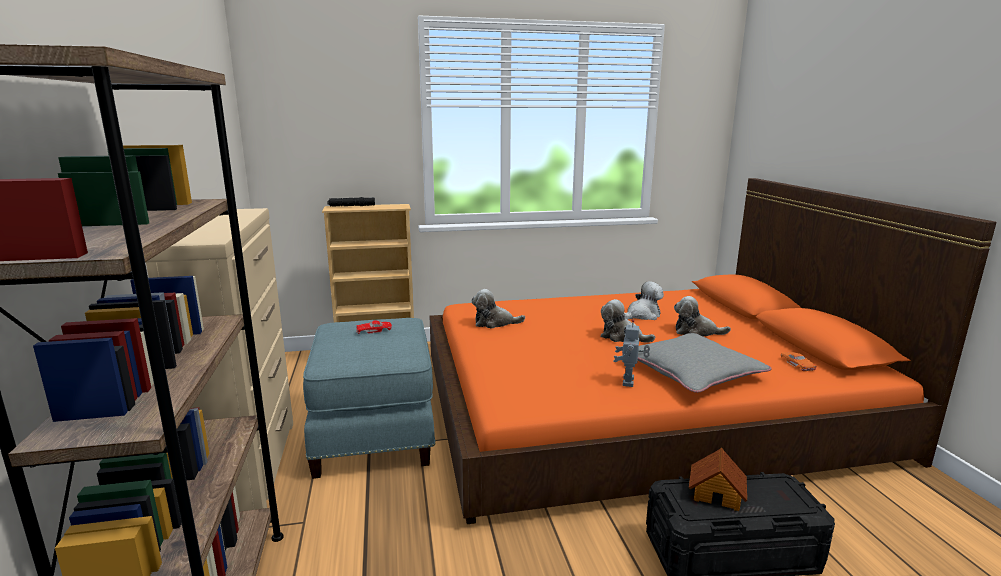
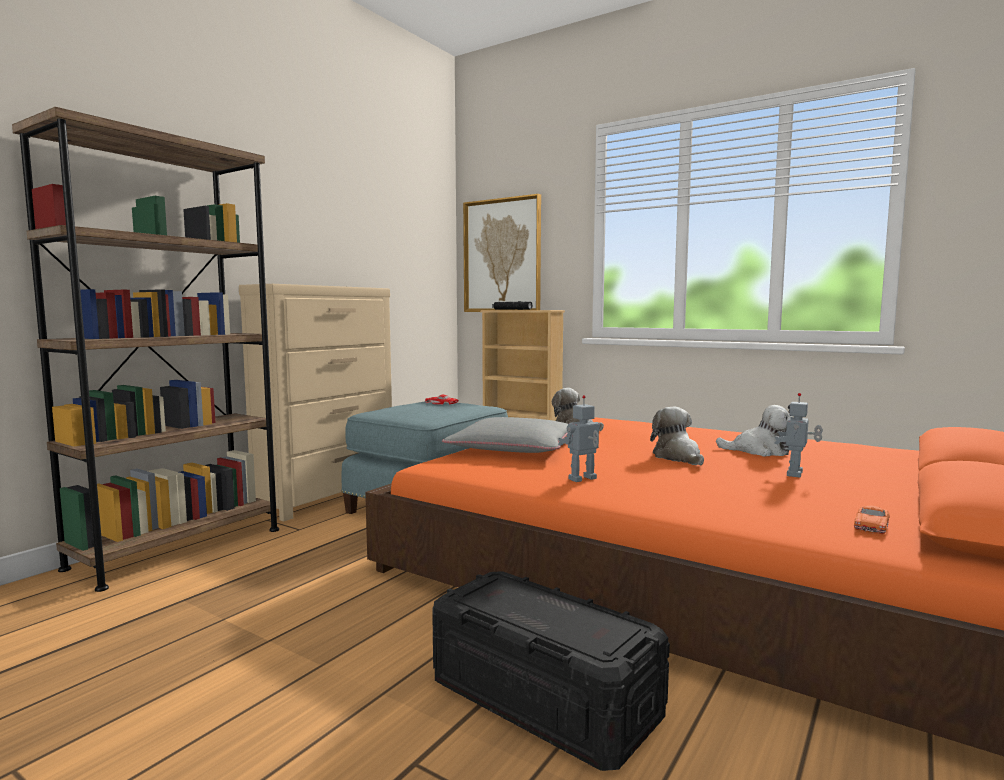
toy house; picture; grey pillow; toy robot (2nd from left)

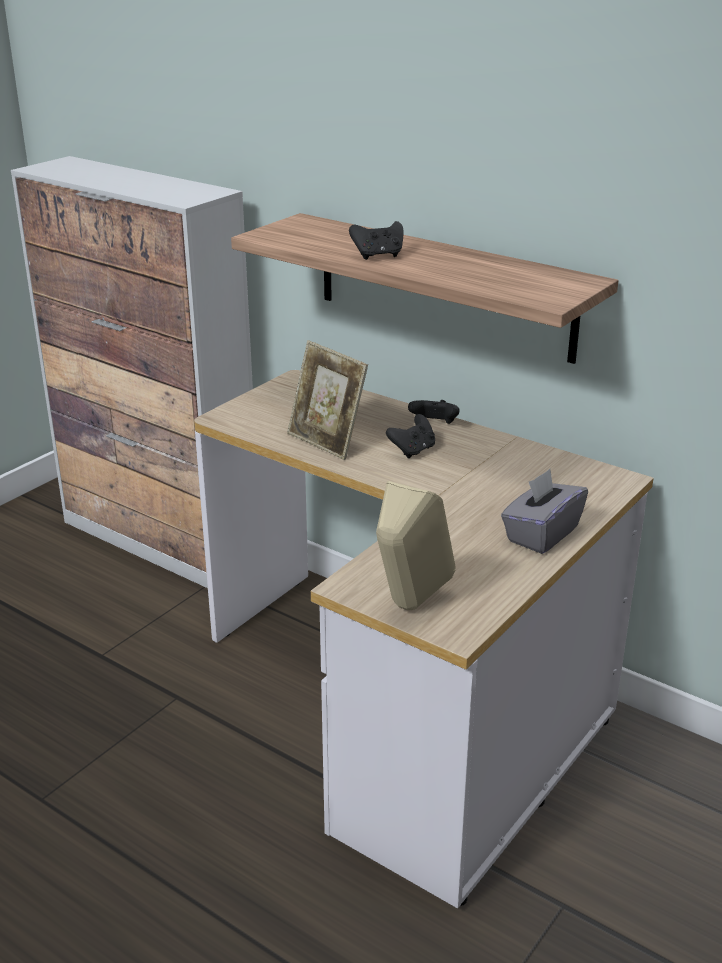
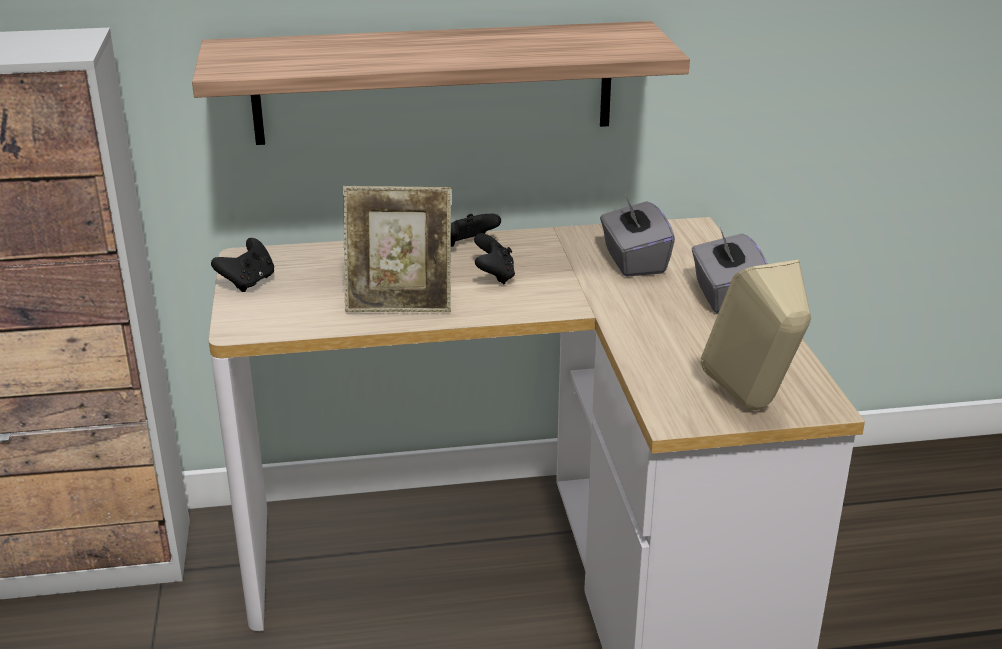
grey tissue box (1st from left); black game controller (1st from left)

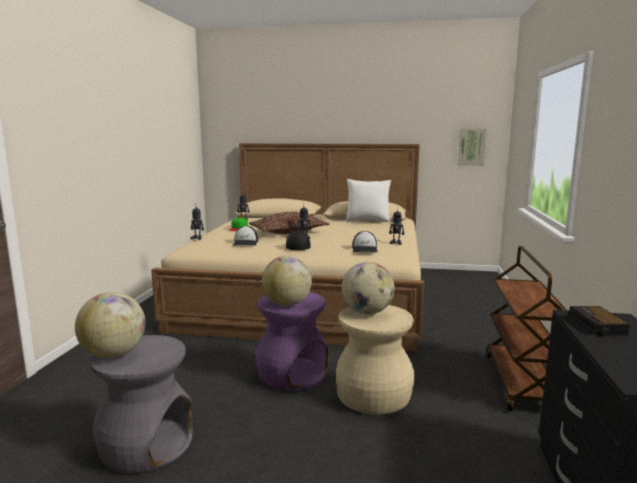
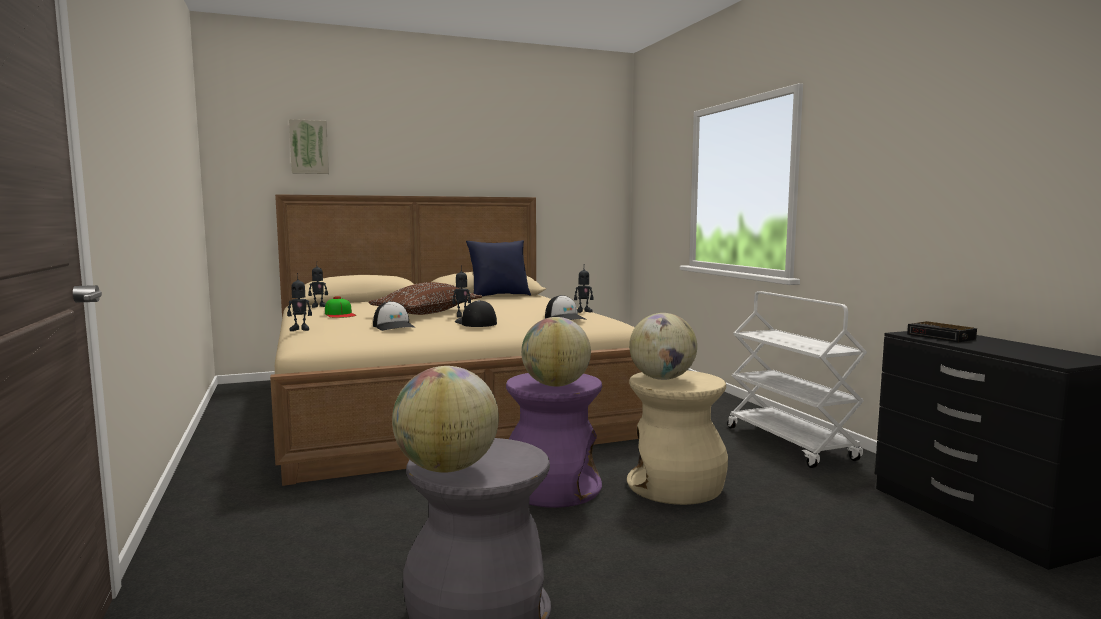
picture; blue pillow; white cart

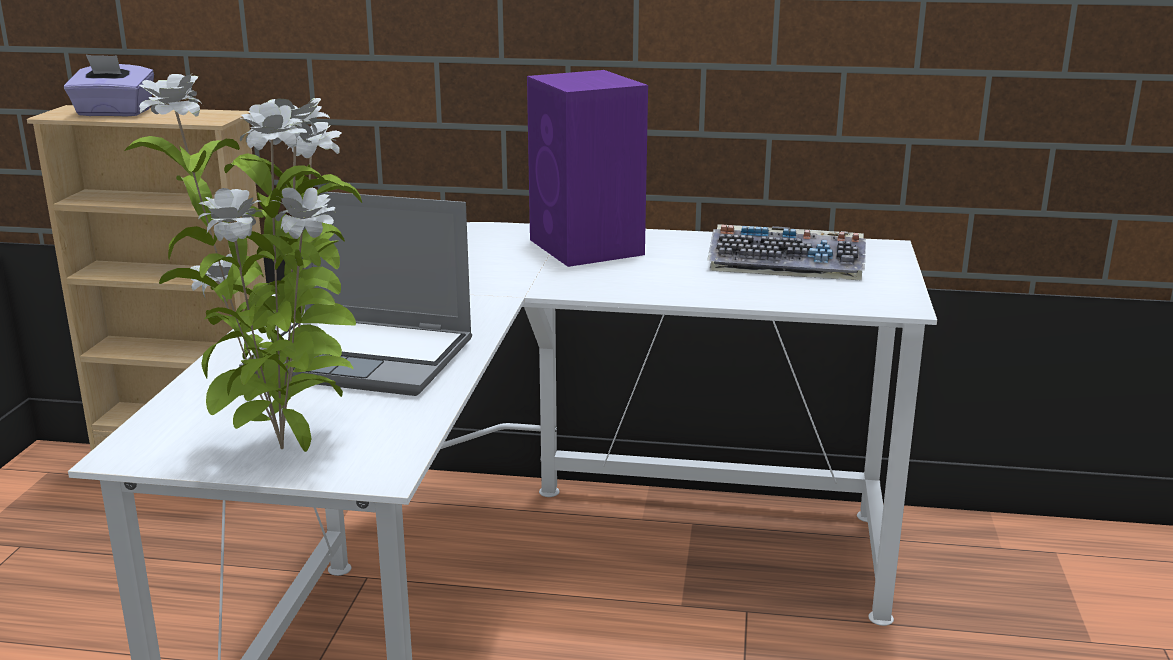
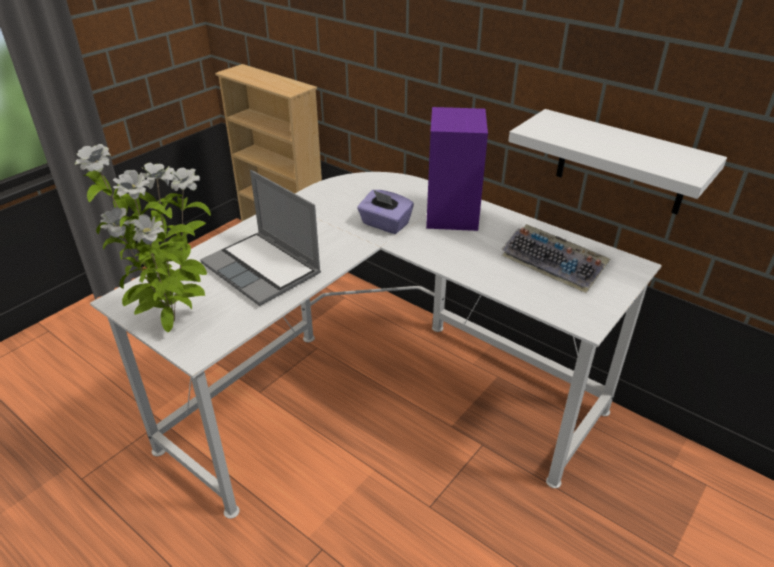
white shelf; purple tissue box

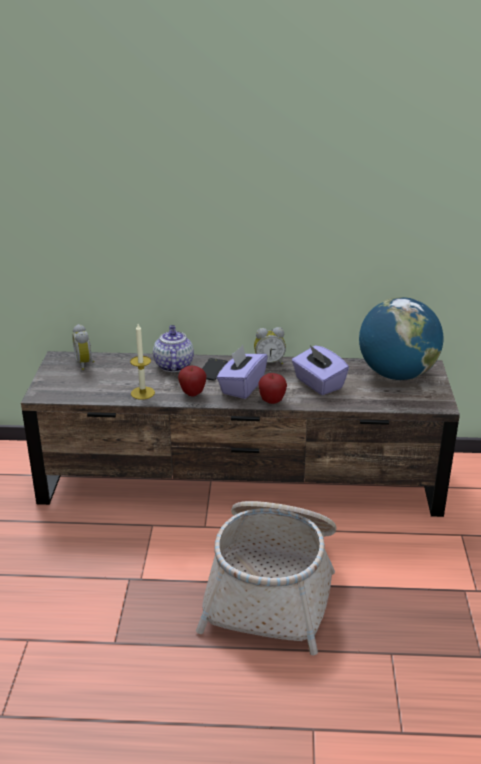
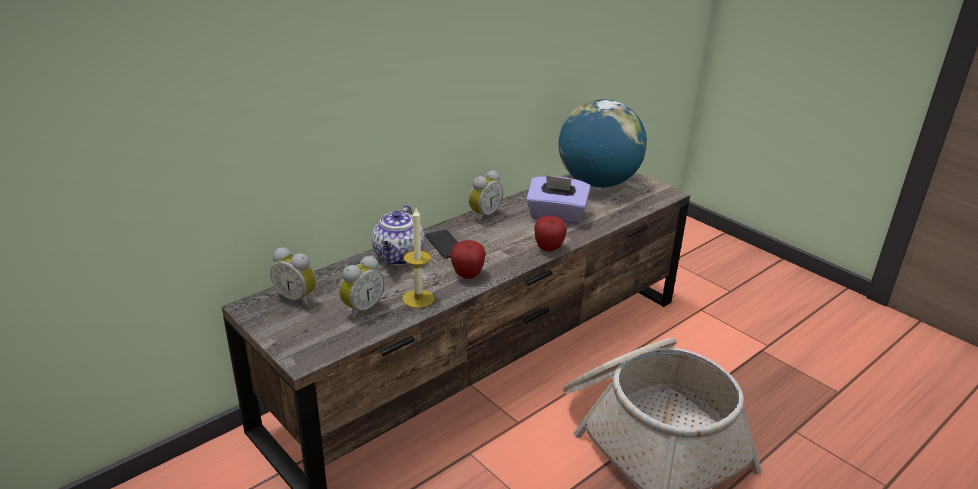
purple tissue box (1st from left in the first image); alarm clock (2nd from left); teapot

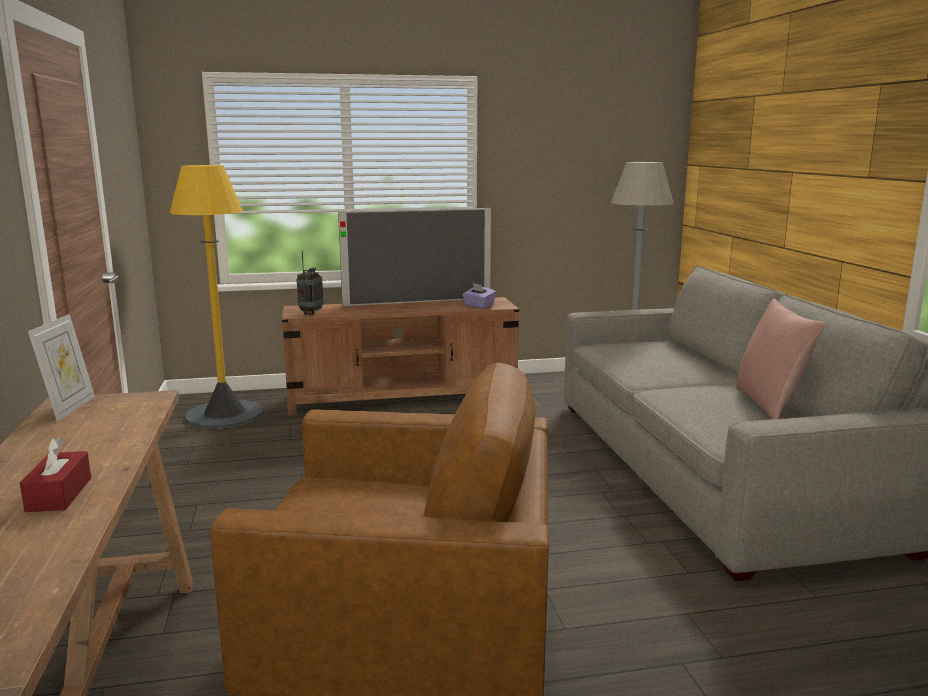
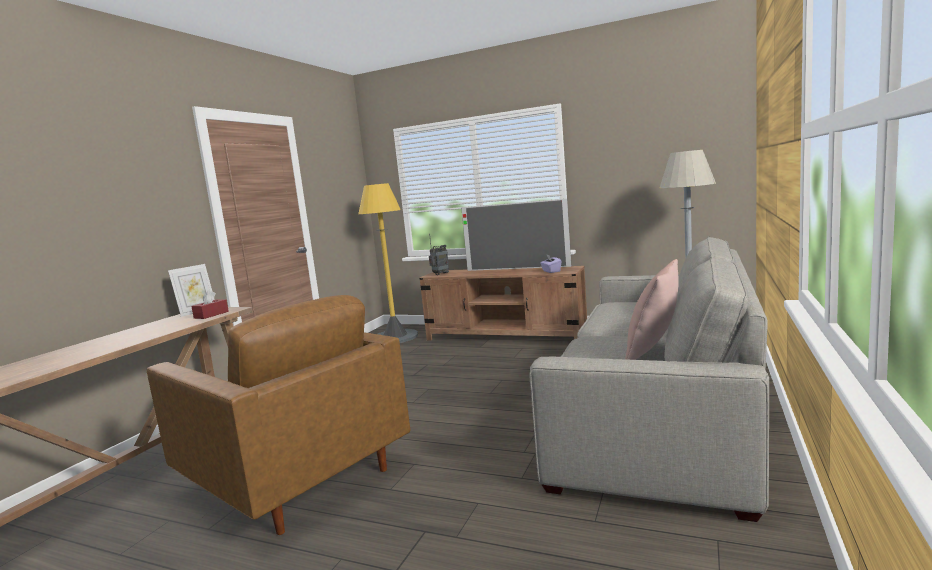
red tissue box

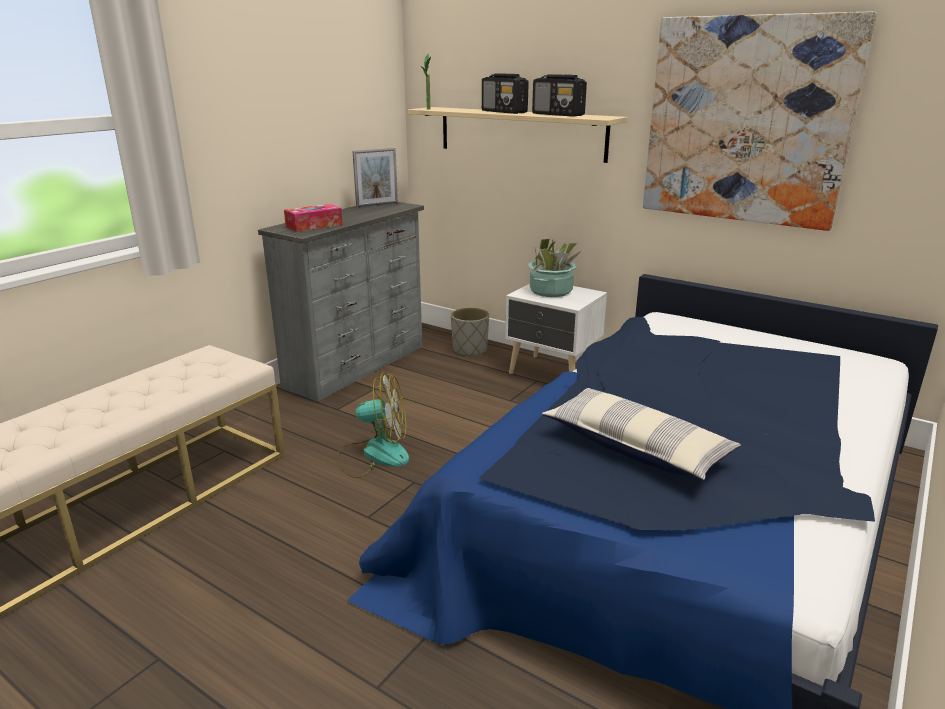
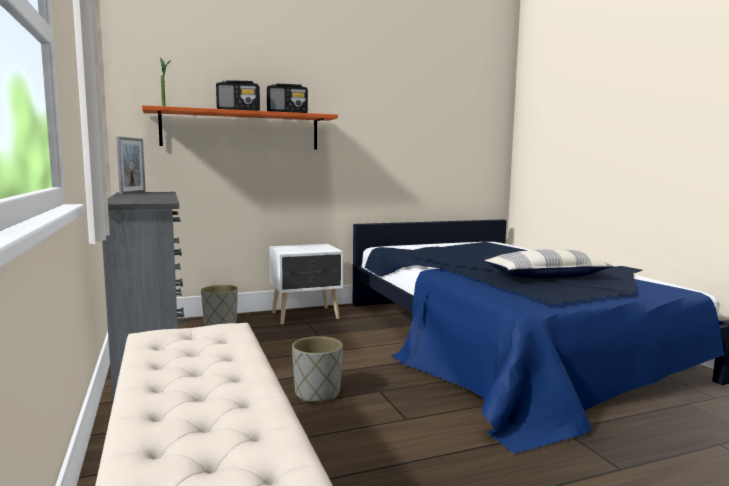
tissue box; potted plant (2nd from left in the first image); picture; grey planter (2nd from left); orange shelf

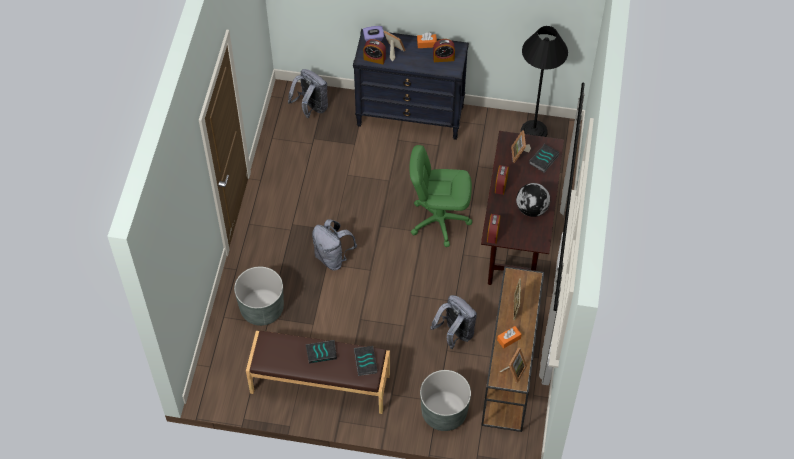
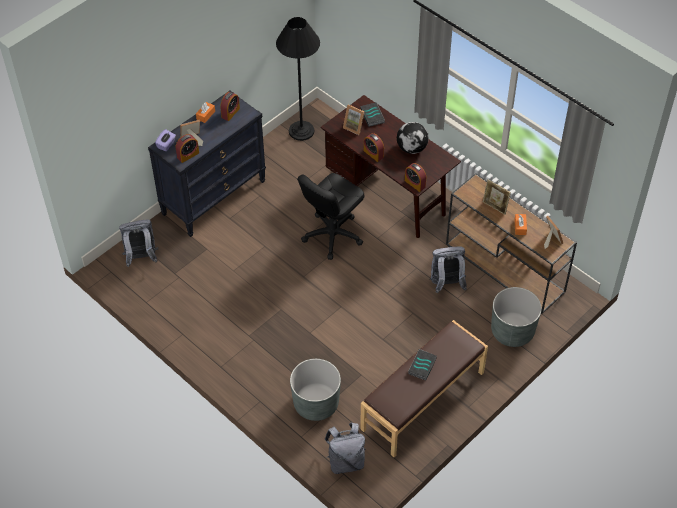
book (2nd from left in the first image); grey backpack (2nd from left); black office chair

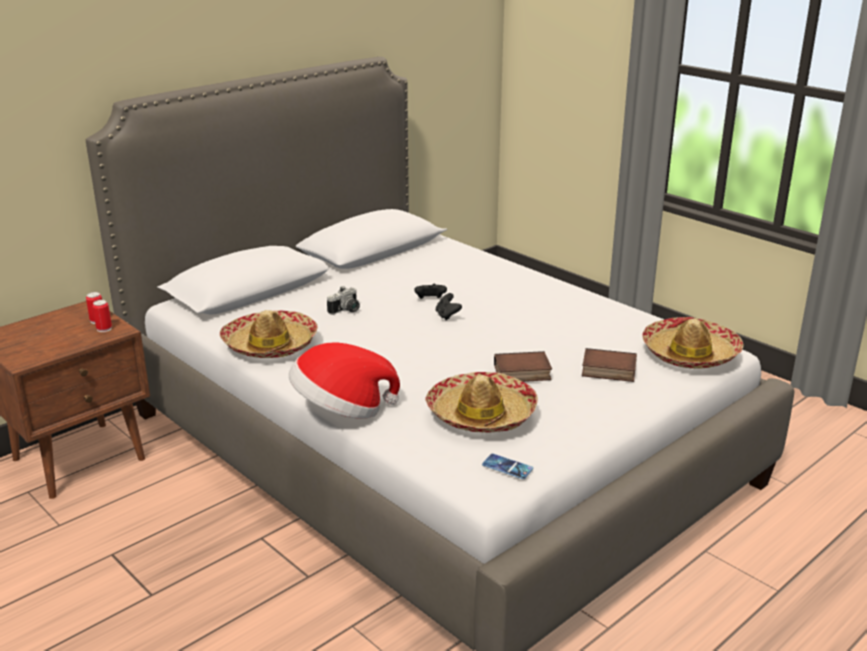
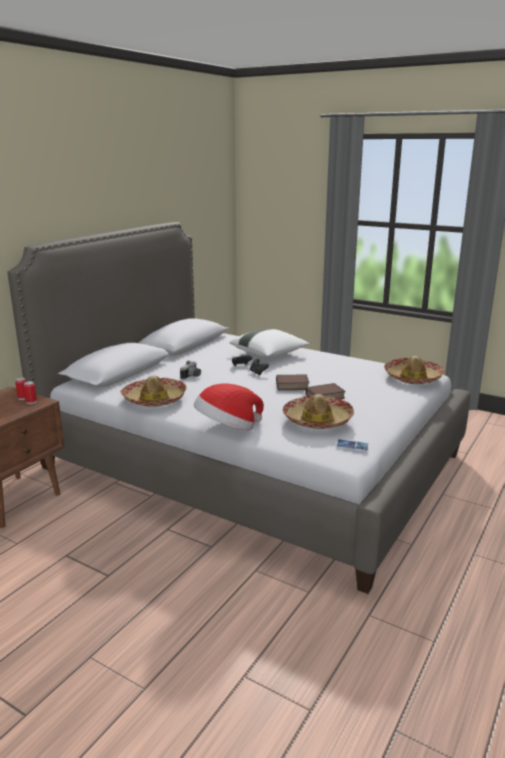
white pillow; book (1st from left)

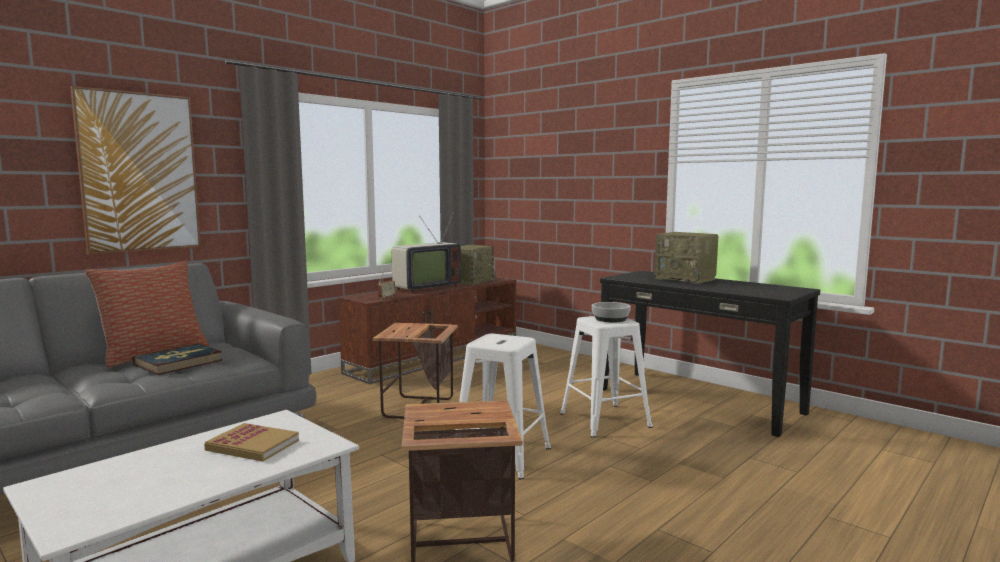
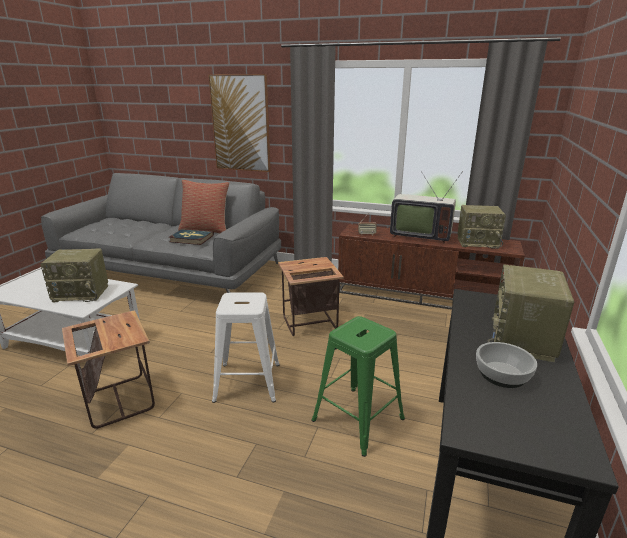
bowl; radio (1st from left); green stool

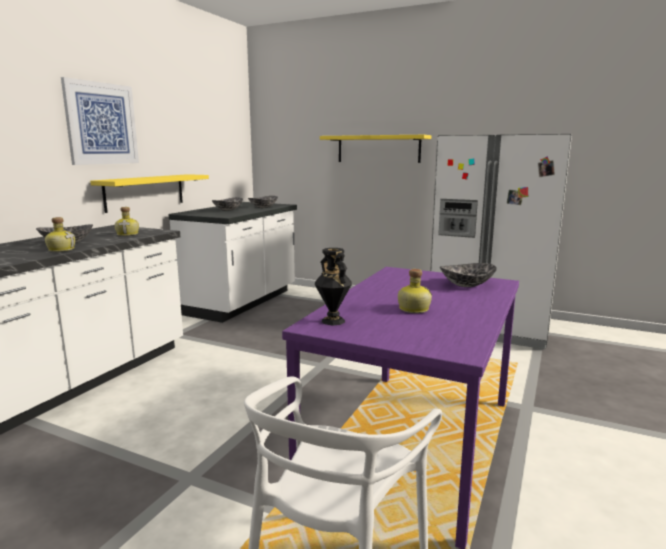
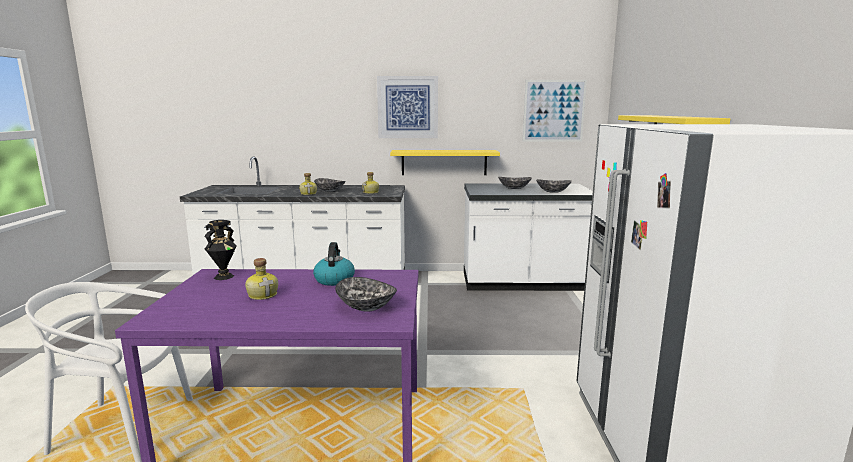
kettle; picture (2nd from left)

